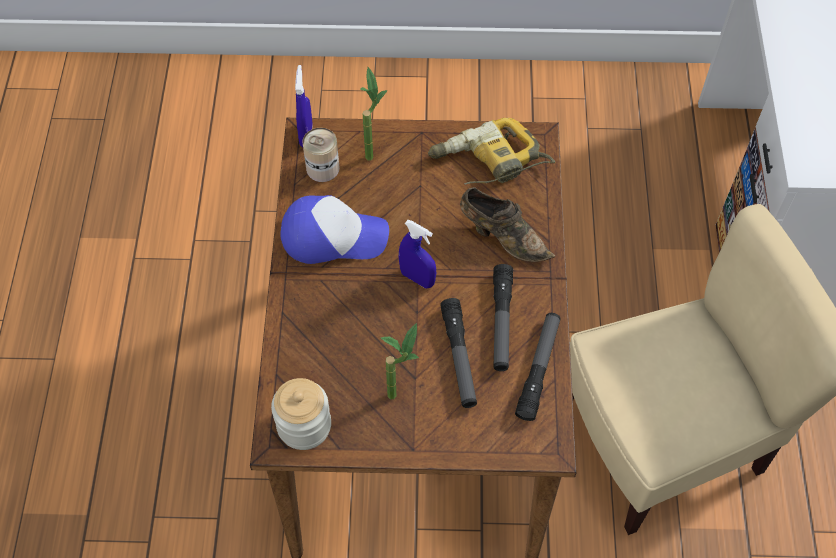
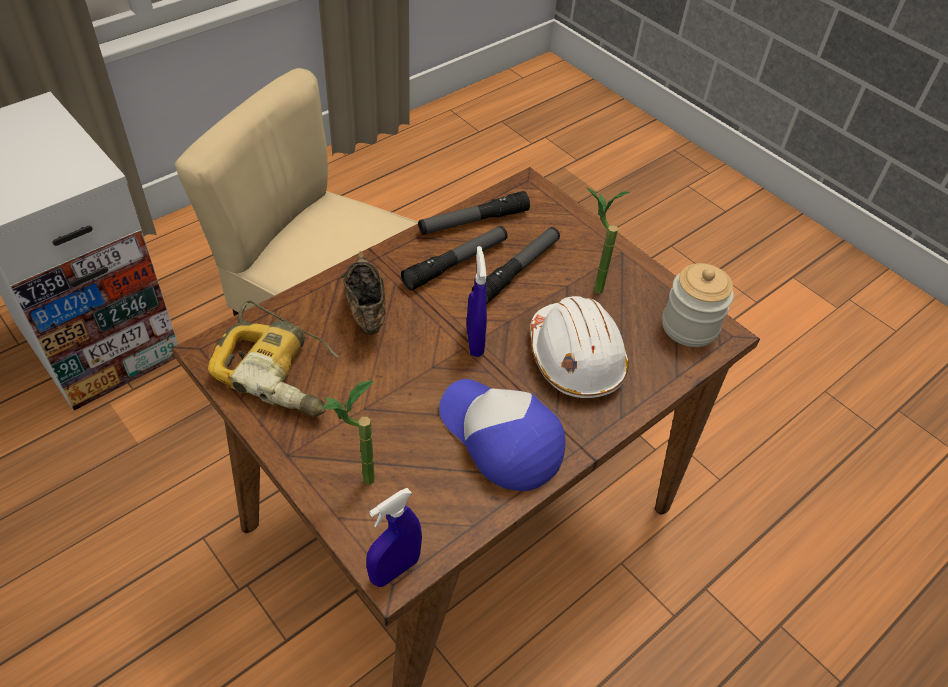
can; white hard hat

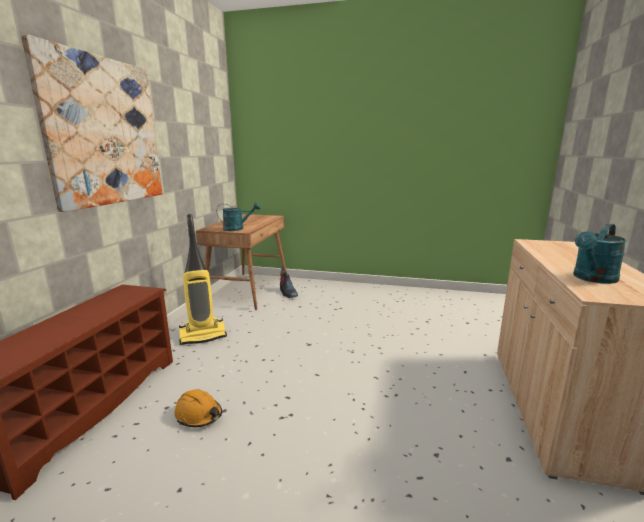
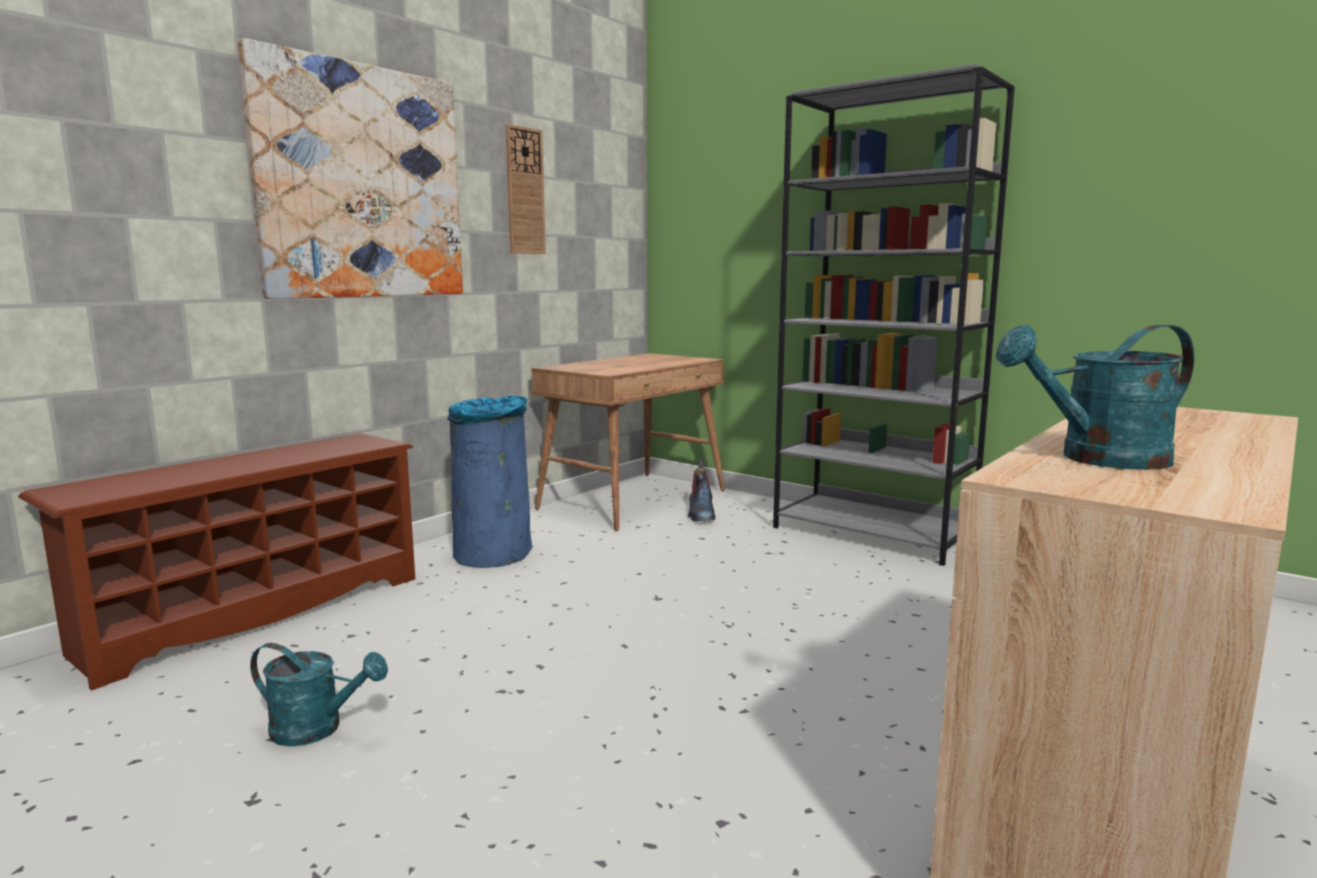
orange hard hat; wall clock; grey bookcase; turquoise watering can (1st from left); blue trash can

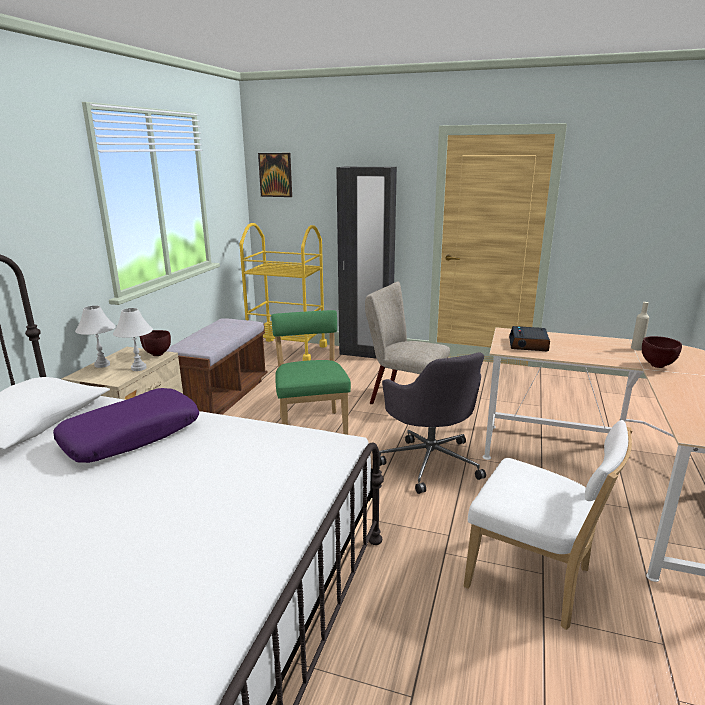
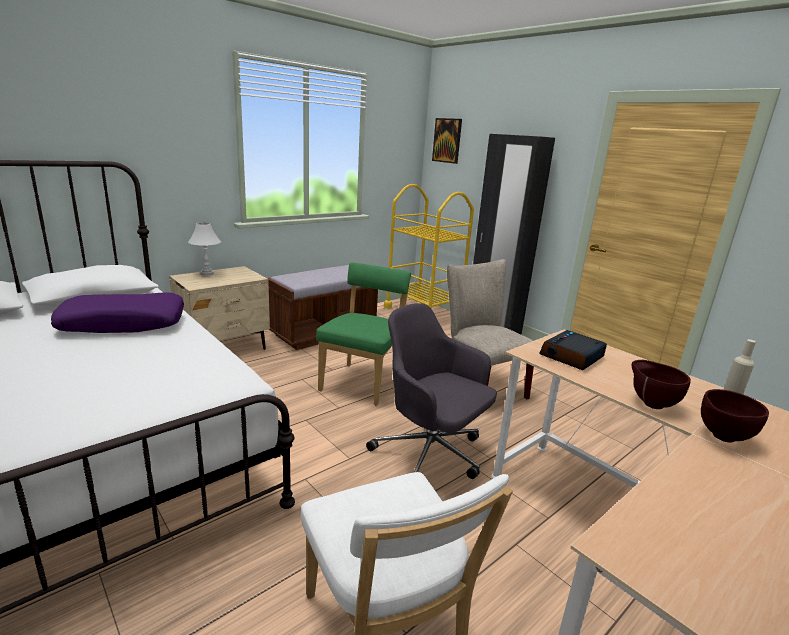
white table lamp (2nd from left in the first image); brown bowl (1st from left); grey office chair

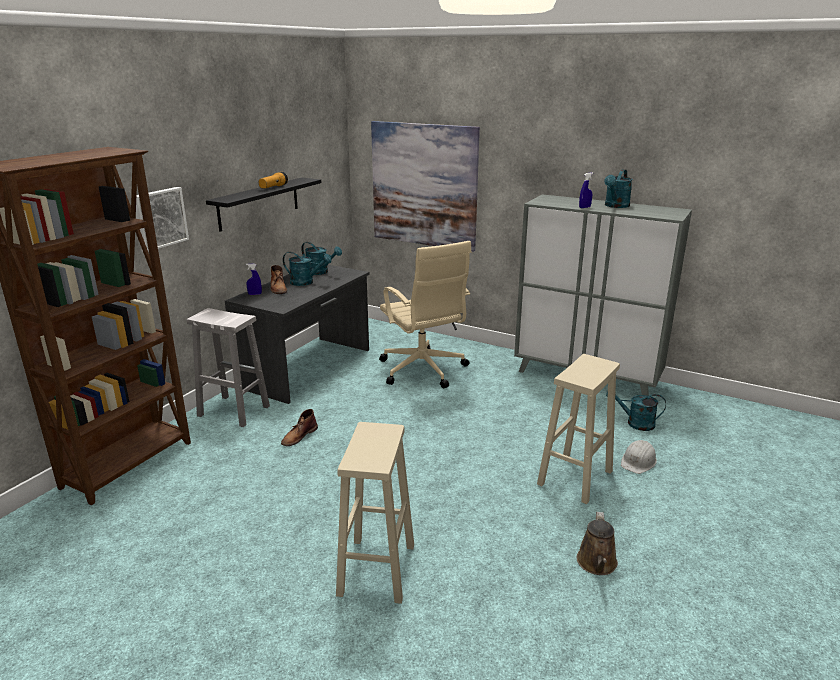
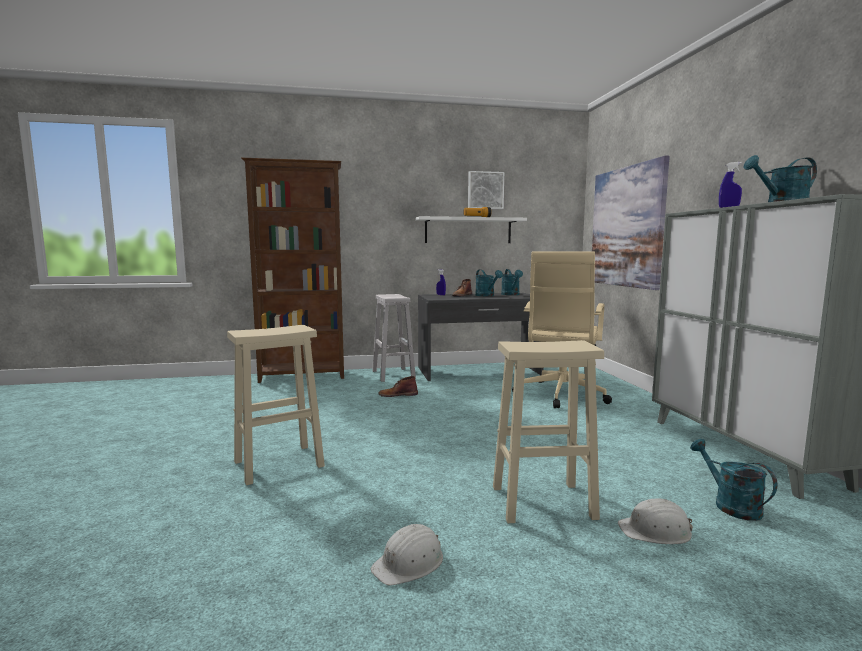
picture (1st from left); white hard hat (1st from left); white shelf

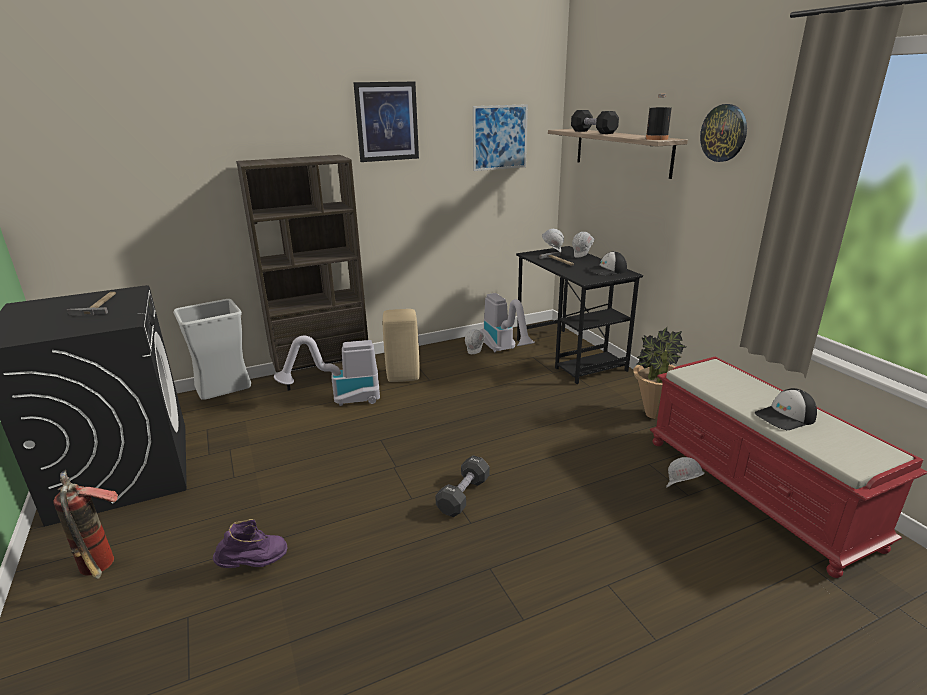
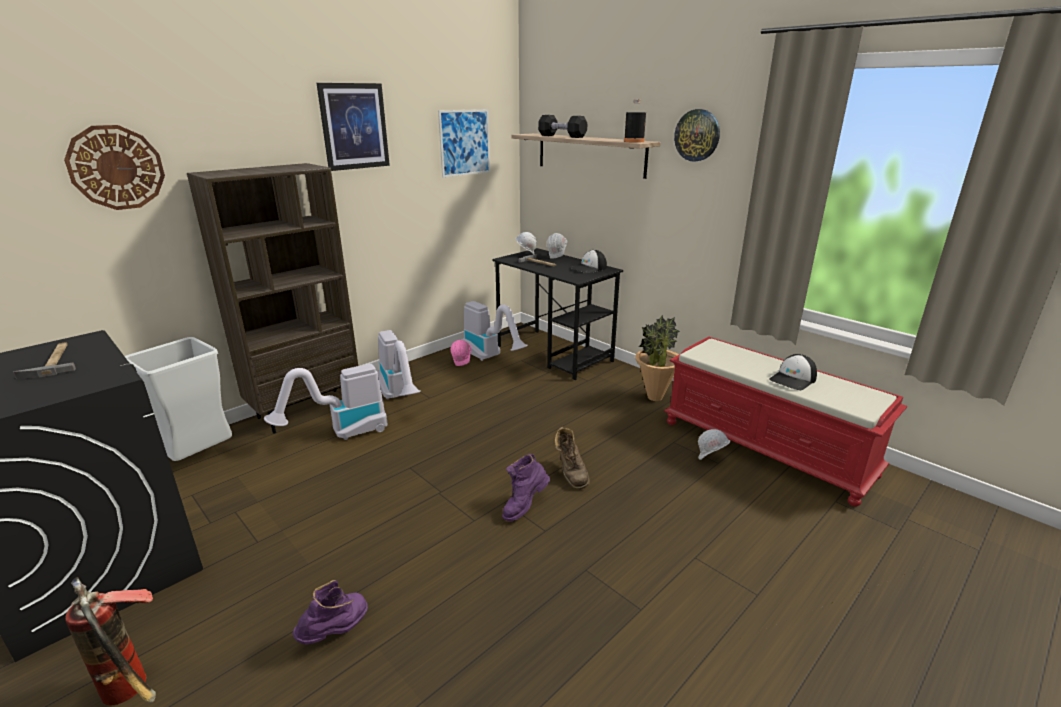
wall clock (1st from left); brown boot; vacuum cleaner (2nd from left); purple boot (2nd from left); pink hard hat

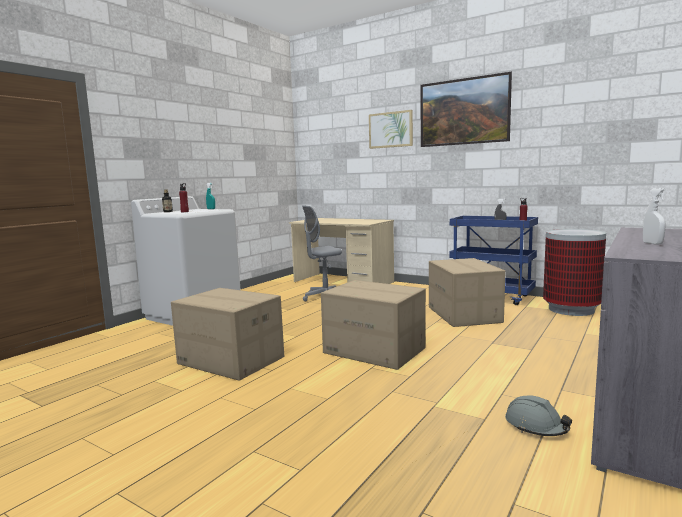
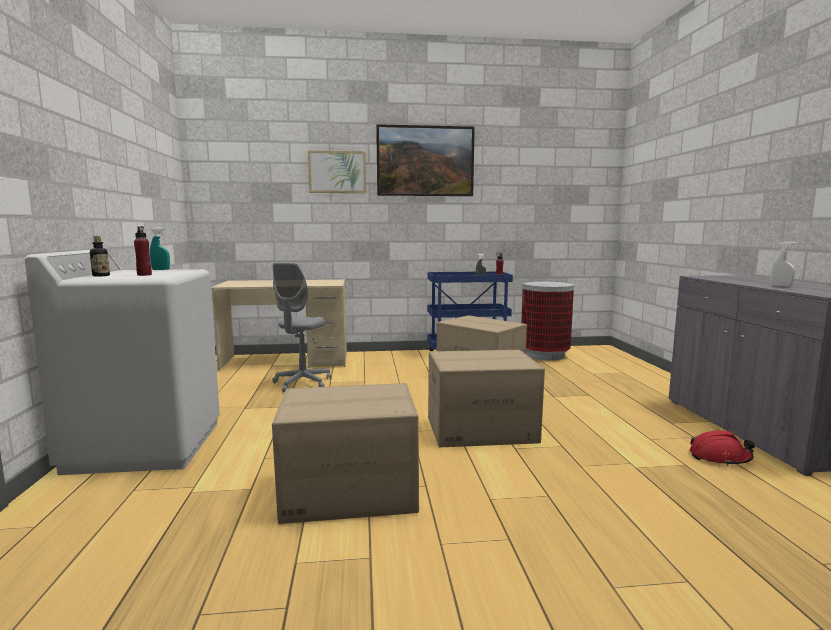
red hard hat

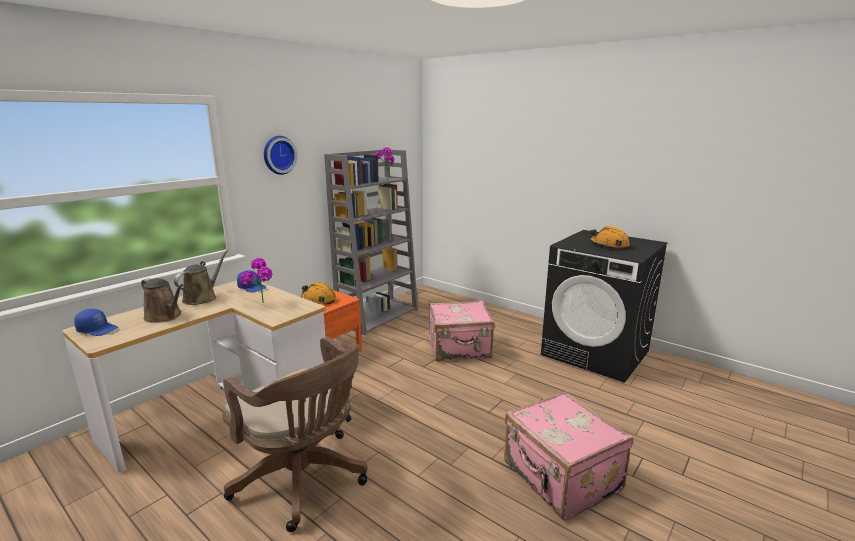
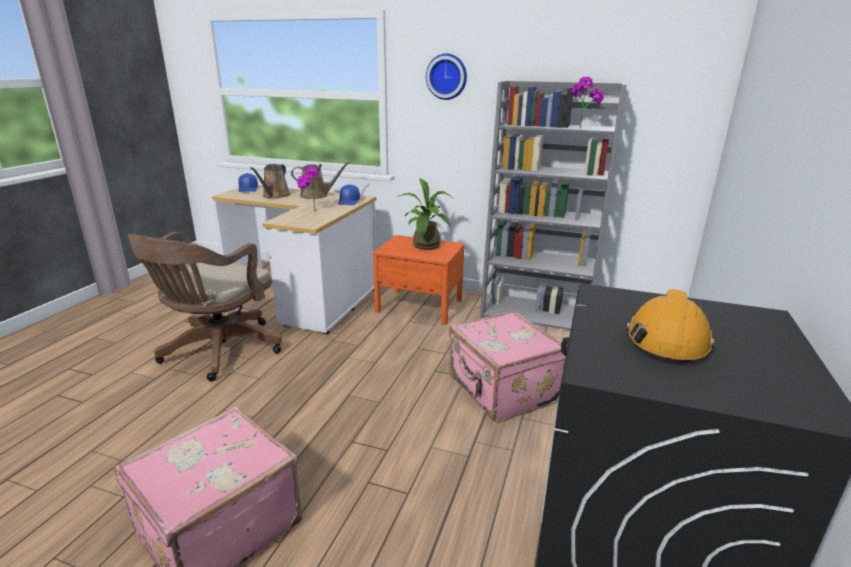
potted plant (2nd from left)

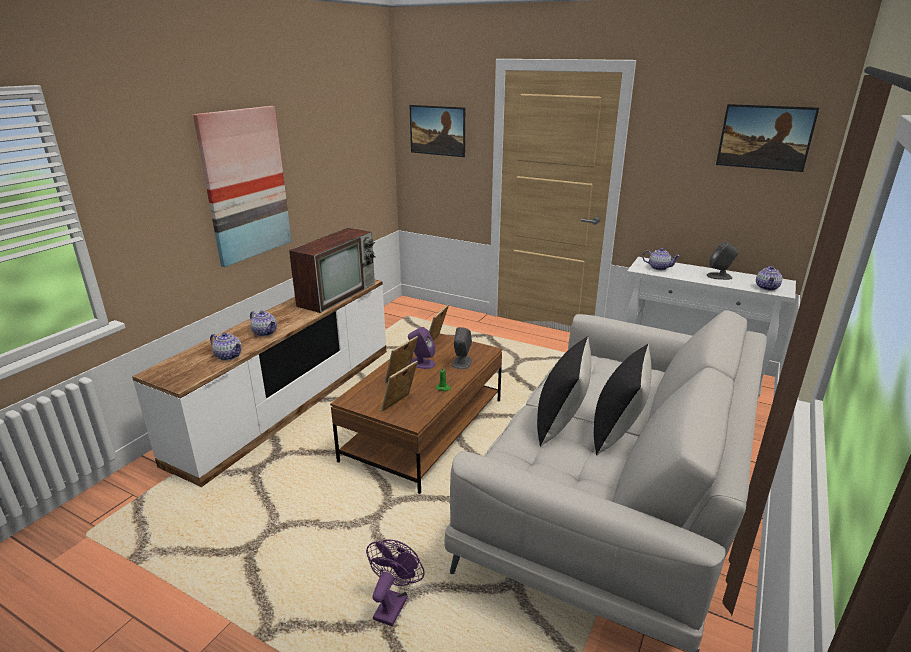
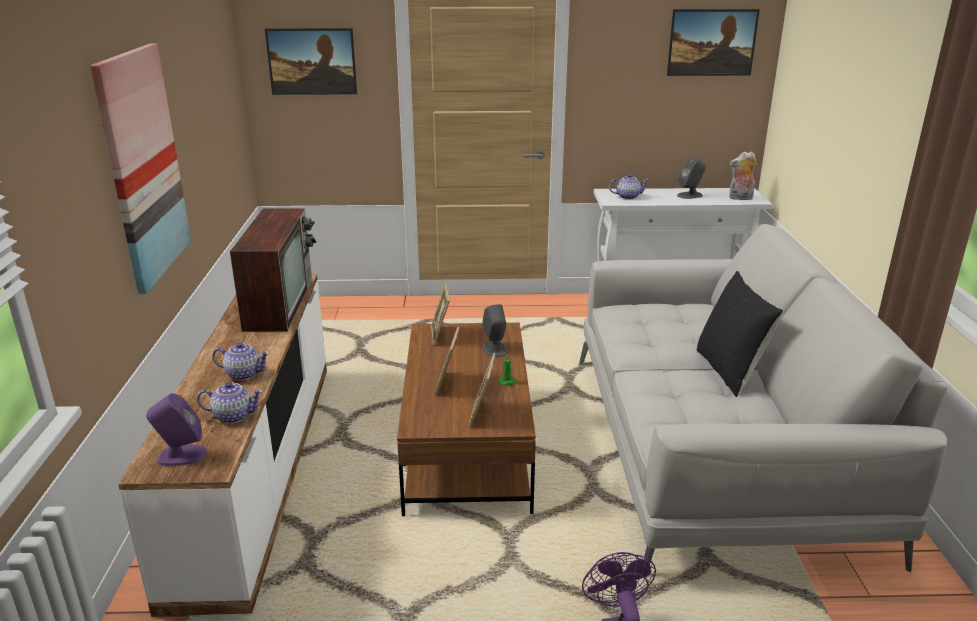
black pillow (1st from left in the first image); purple speaker; plush toy

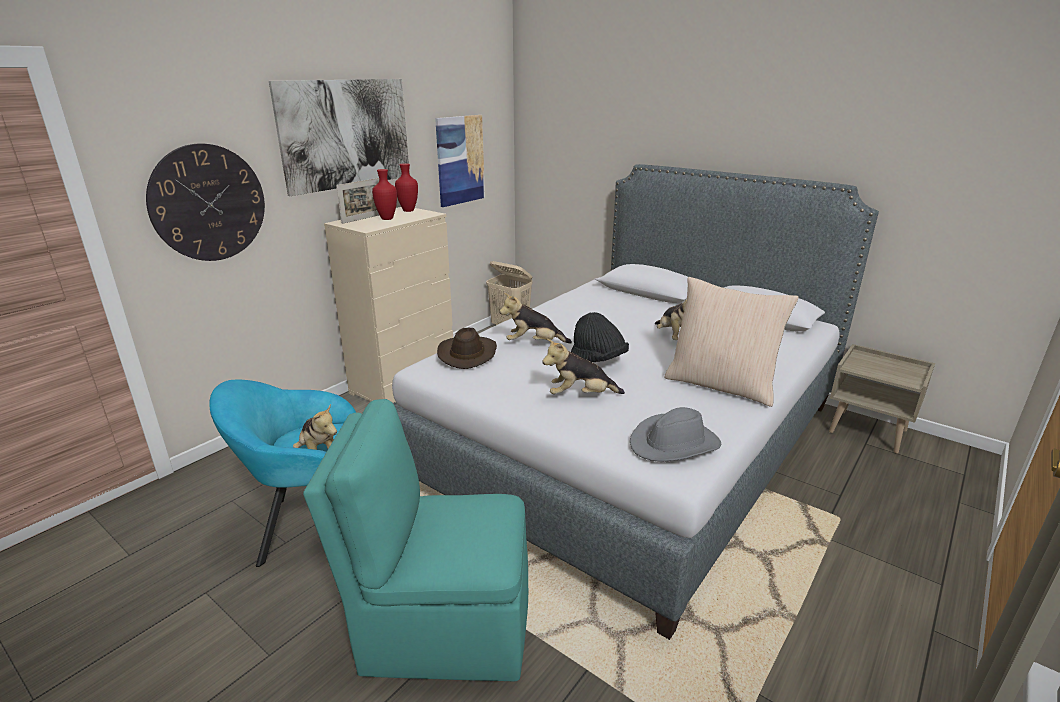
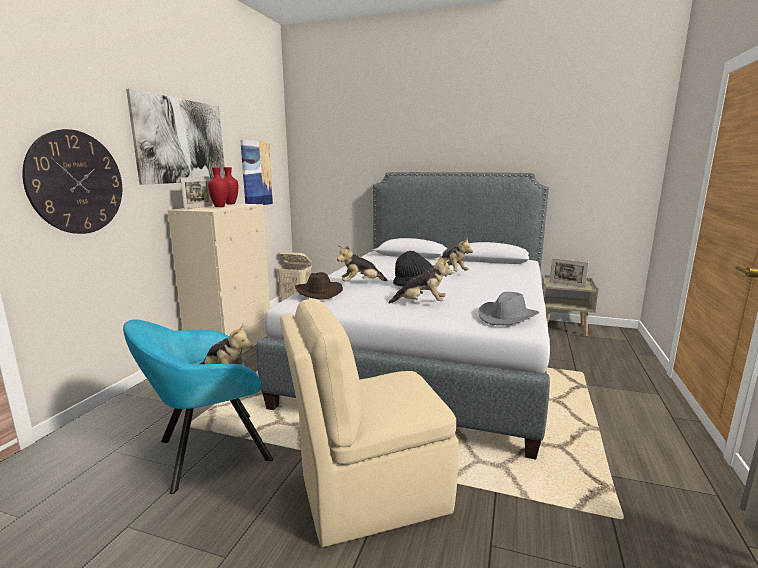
beige pillow; picture frame (2nd from left); beige chair; plush toy (3rd from left)

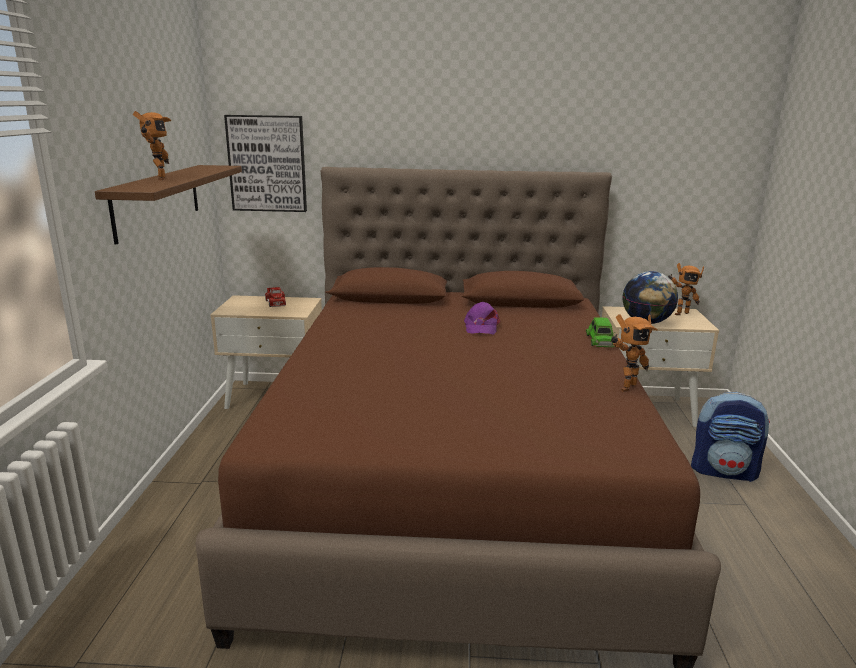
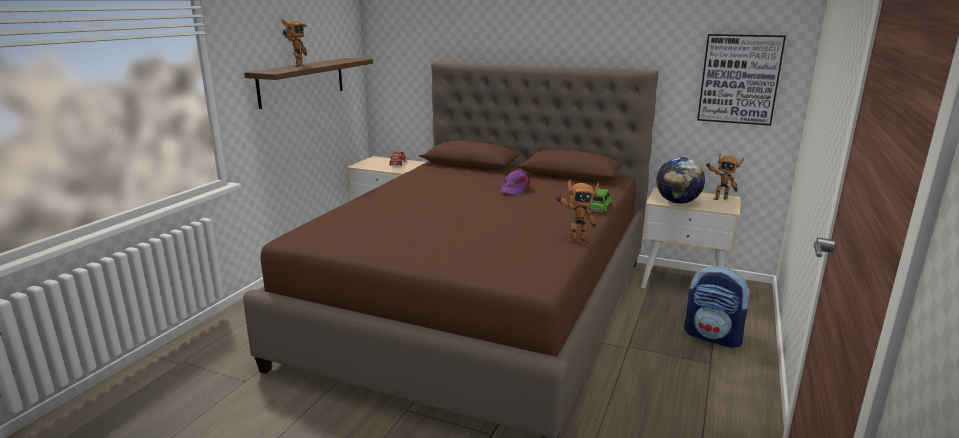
picture

